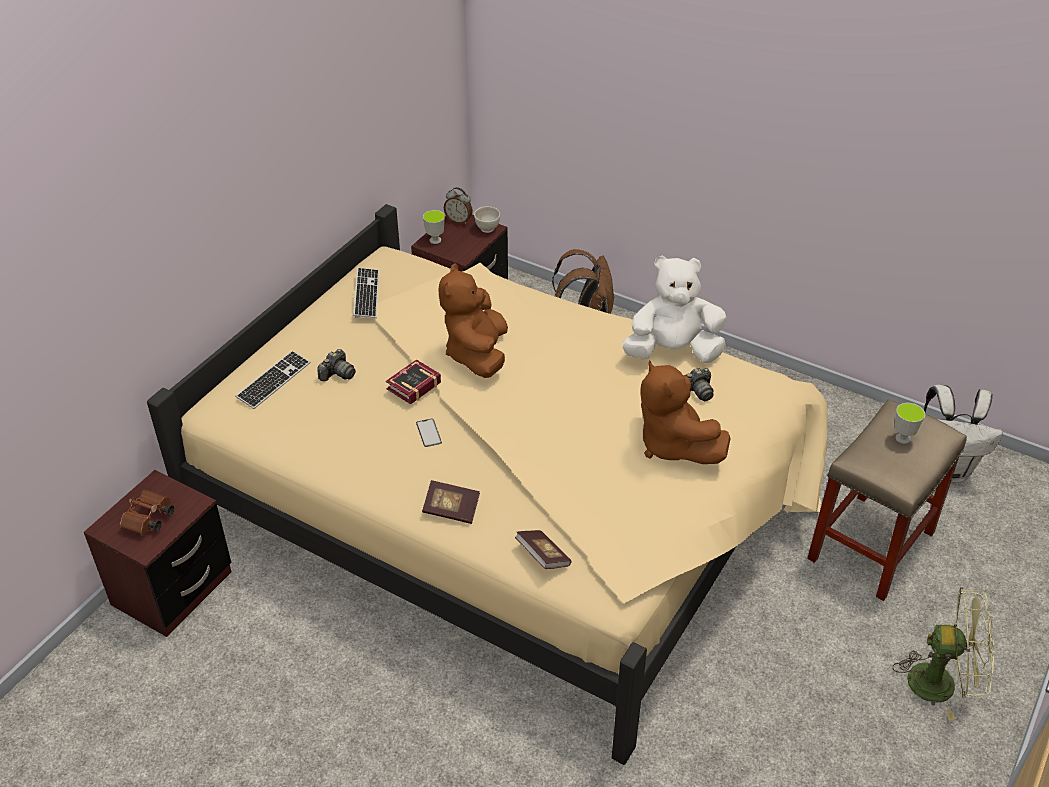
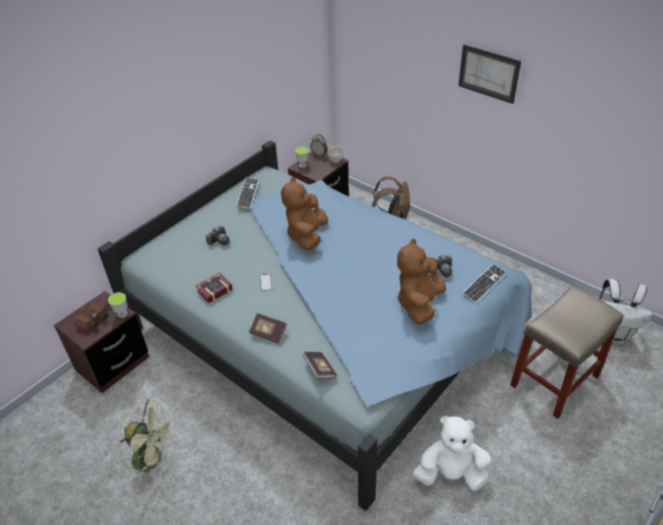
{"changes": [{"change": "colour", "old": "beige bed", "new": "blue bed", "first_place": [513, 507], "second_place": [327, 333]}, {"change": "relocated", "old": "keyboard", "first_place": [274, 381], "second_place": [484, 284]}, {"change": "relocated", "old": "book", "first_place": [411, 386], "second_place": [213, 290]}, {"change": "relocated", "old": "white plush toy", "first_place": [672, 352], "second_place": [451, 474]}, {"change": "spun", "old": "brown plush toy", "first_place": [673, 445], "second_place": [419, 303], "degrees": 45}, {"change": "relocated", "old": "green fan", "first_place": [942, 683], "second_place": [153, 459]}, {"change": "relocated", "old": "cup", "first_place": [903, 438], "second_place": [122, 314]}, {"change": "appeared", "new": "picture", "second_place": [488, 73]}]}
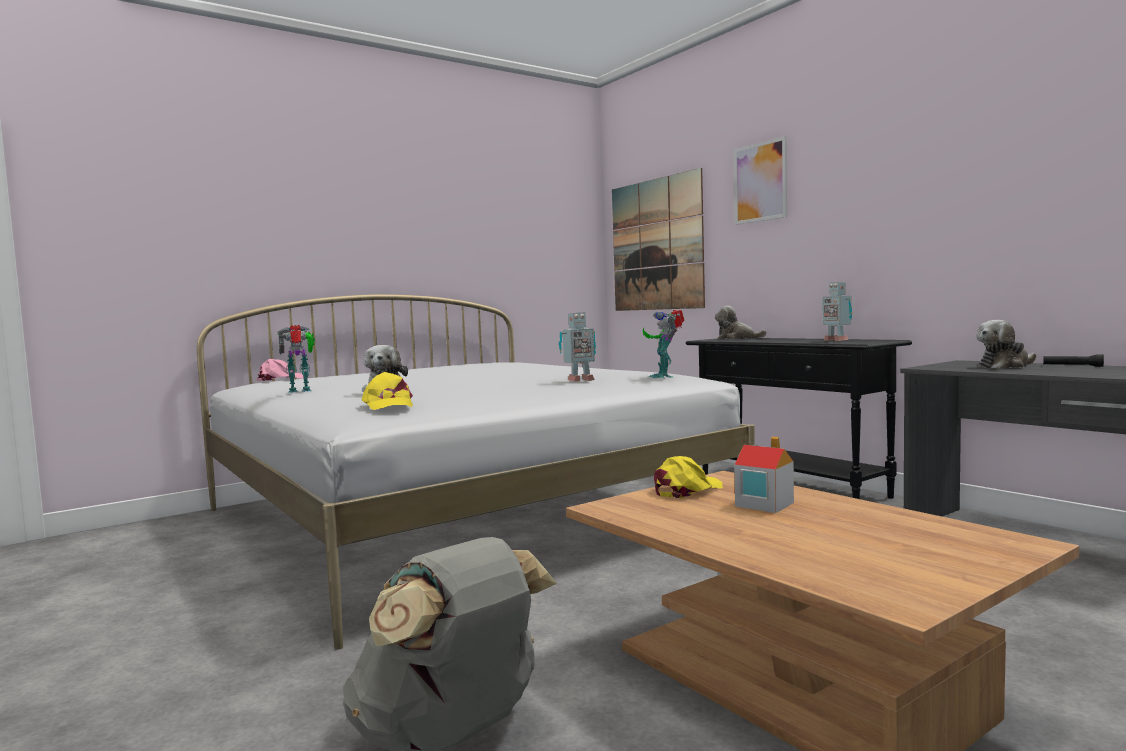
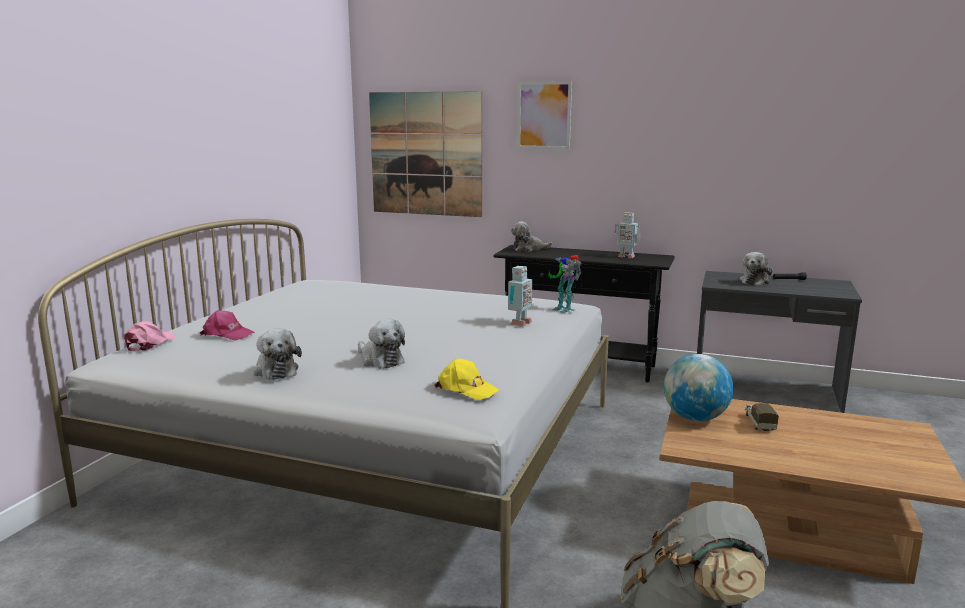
{"changes": [{"change": "exchanged", "old": "toy robot", "new": "plush toy", "first_place": [301, 391], "second_place": [276, 370]}, {"change": "exchanged", "old": "yellow cap", "new": "globe", "first_place": [687, 490], "second_place": [695, 418]}, {"change": "exchanged", "old": "toy house", "new": "toy truck", "first_place": [763, 504], "second_place": [759, 423]}, {"change": "appeared", "new": "pink cap", "second_place": [227, 334]}]}
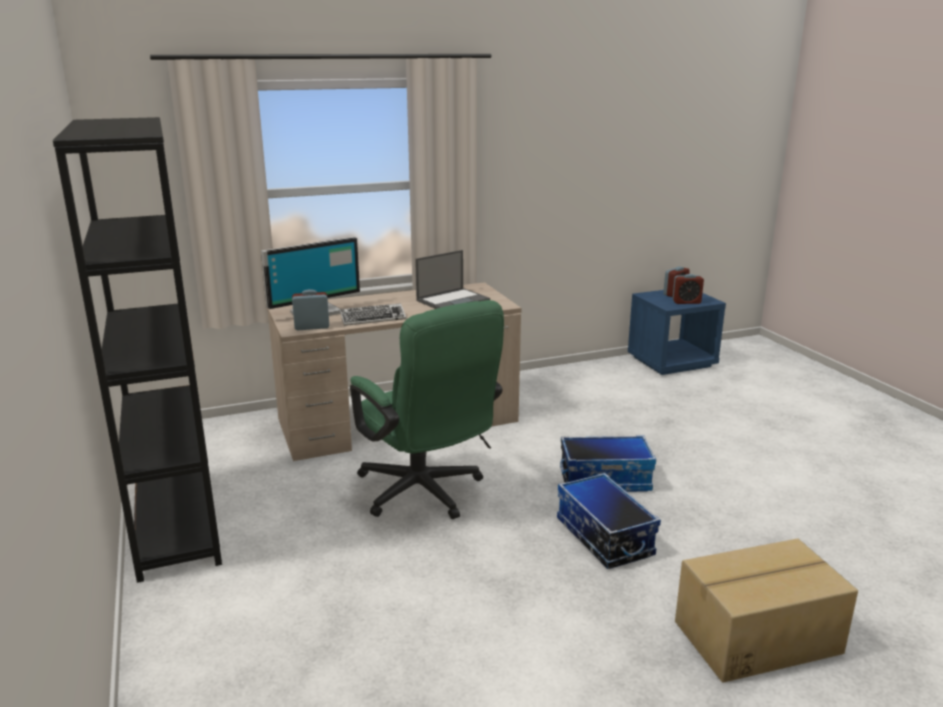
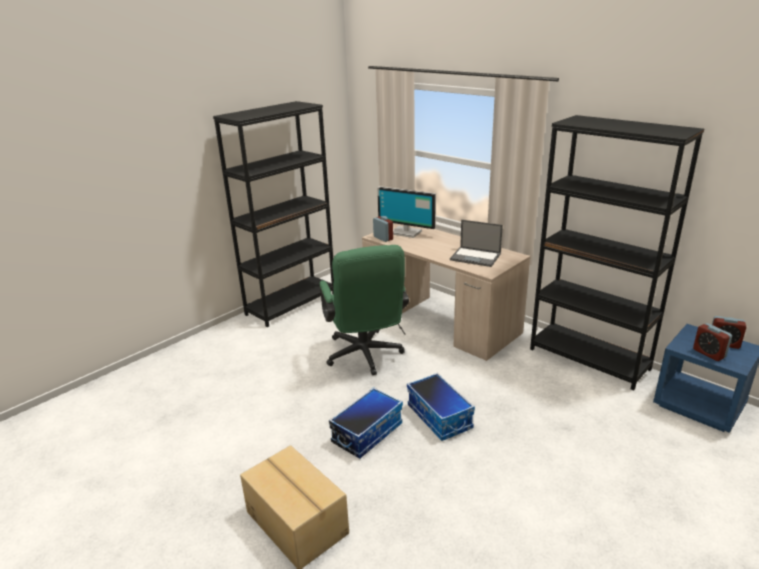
{"changes": [{"change": "missing", "old": "keyboard", "first_place": [373, 319]}, {"change": "spun", "old": "green office chair", "first_place": [426, 494], "second_place": [365, 357], "degrees": -45}, {"change": "appeared", "new": "black bookcase", "second_place": [589, 359]}]}
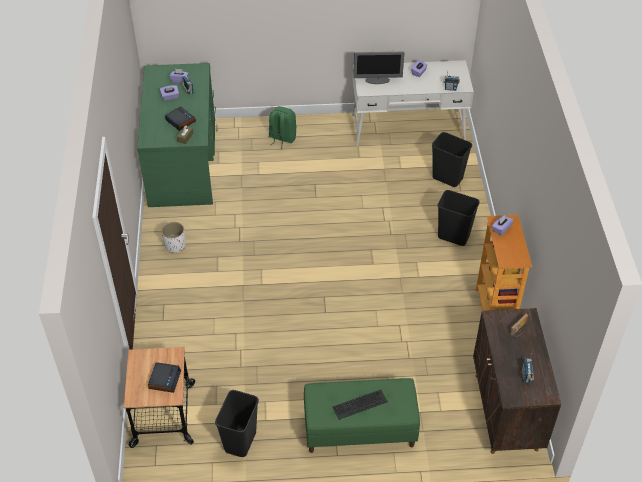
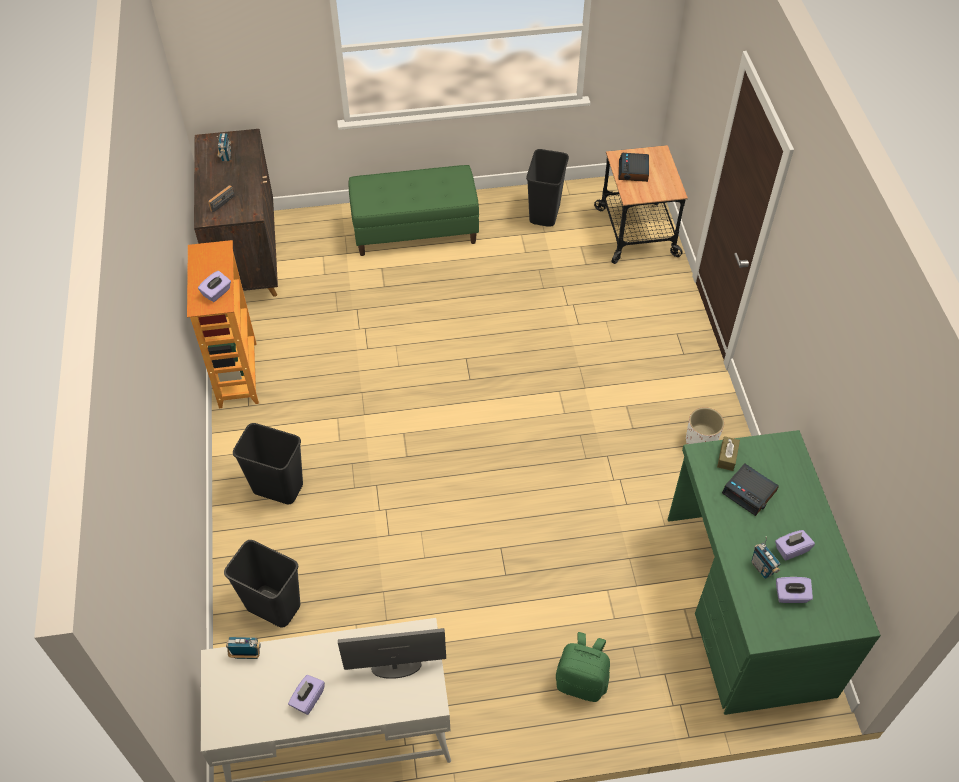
{"changes": [{"change": "missing", "old": "keyboard", "first_place": [360, 405]}]}
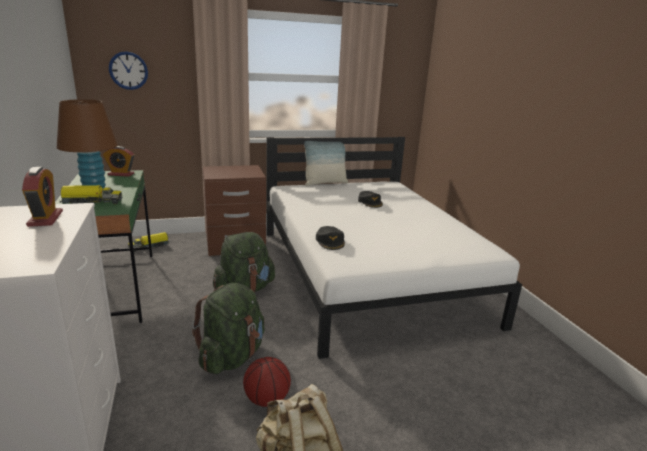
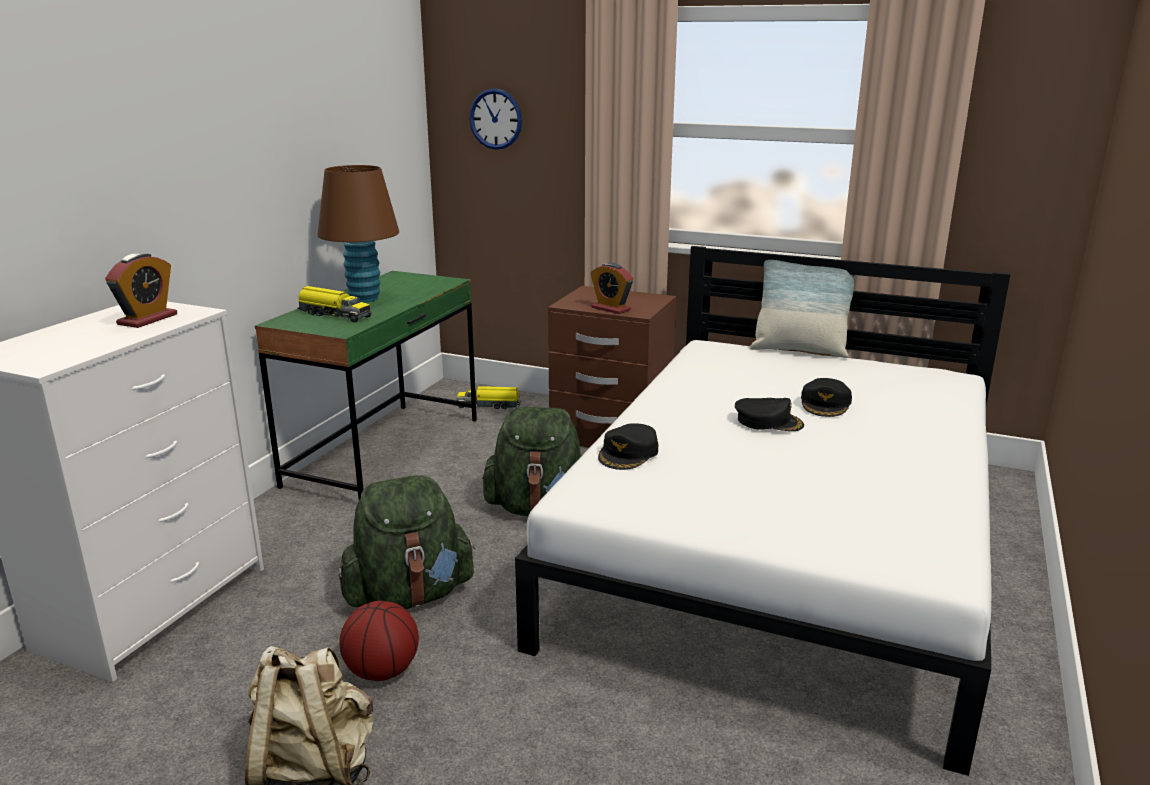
{"changes": [{"change": "relocated", "old": "alarm clock", "first_place": [121, 174], "second_place": [611, 308]}, {"change": "appeared", "new": "black cap", "second_place": [768, 421]}]}
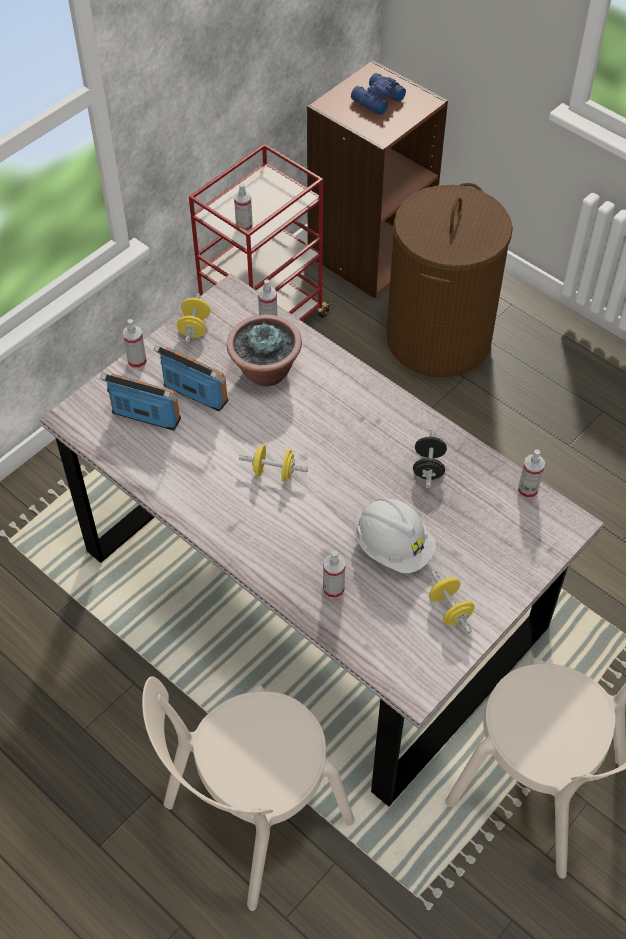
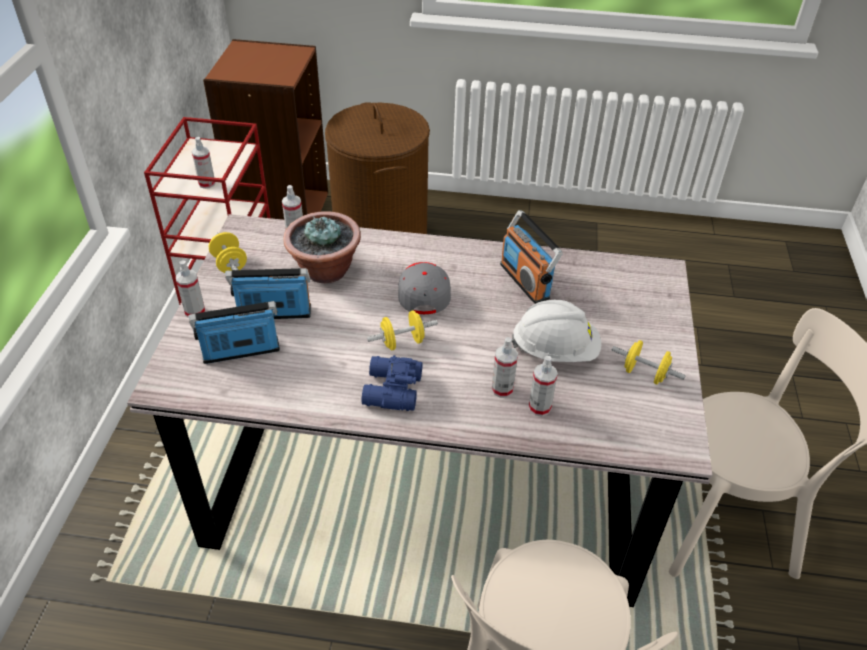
{"changes": [{"change": "relocated", "old": "blue binoculars", "first_place": [376, 100], "second_place": [390, 391]}, {"change": "exchanged", "old": "black dumbbell", "new": "radio", "first_place": [428, 467], "second_place": [525, 281]}, {"change": "relocated", "old": "spray bottle", "first_place": [527, 490], "second_place": [502, 389]}, {"change": "appeared", "new": "grey cap", "second_place": [423, 291]}]}
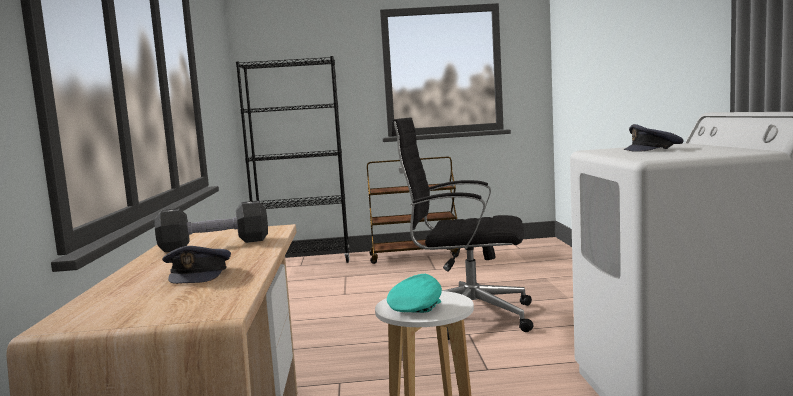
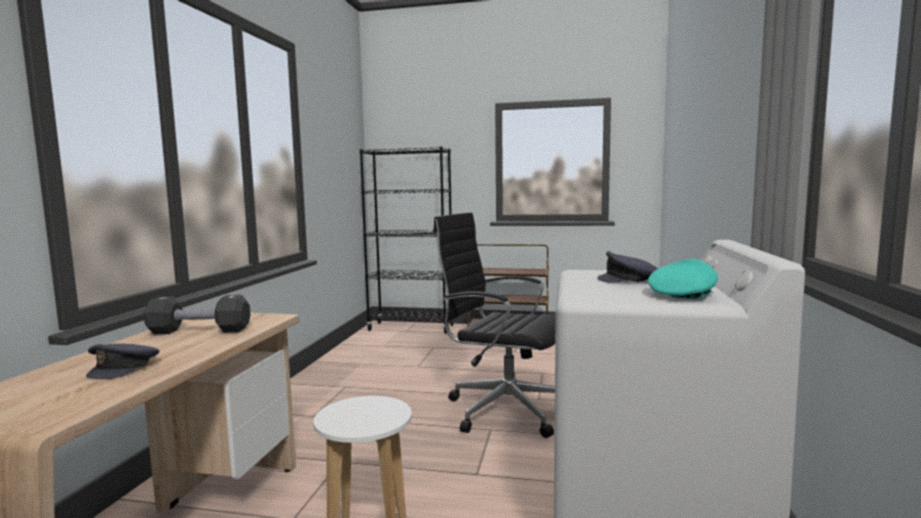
{"changes": [{"change": "relocated", "old": "turquoise cap", "first_place": [415, 307], "second_place": [682, 295]}]}
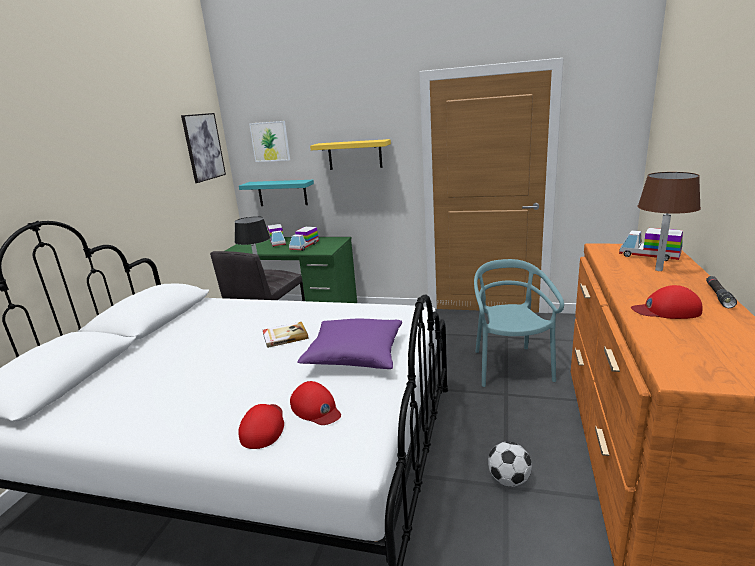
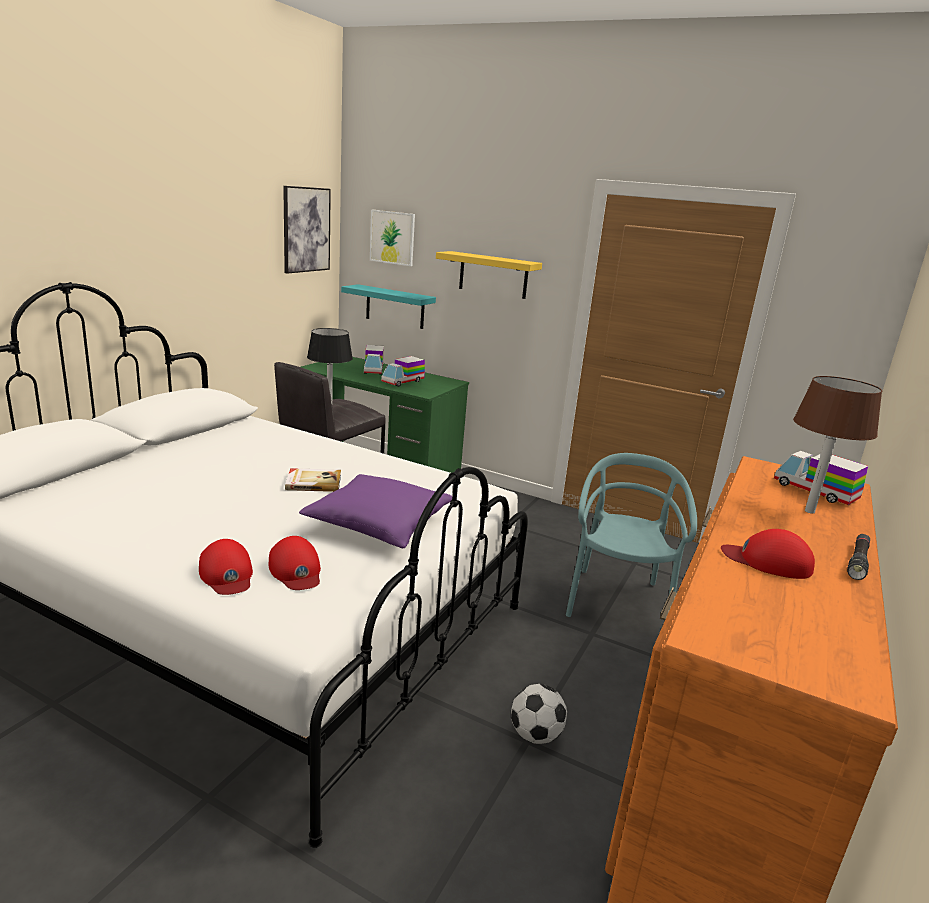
{"changes": [{"change": "spun", "old": "red cap", "first_place": [263, 427], "second_place": [227, 574], "degrees": 135}]}
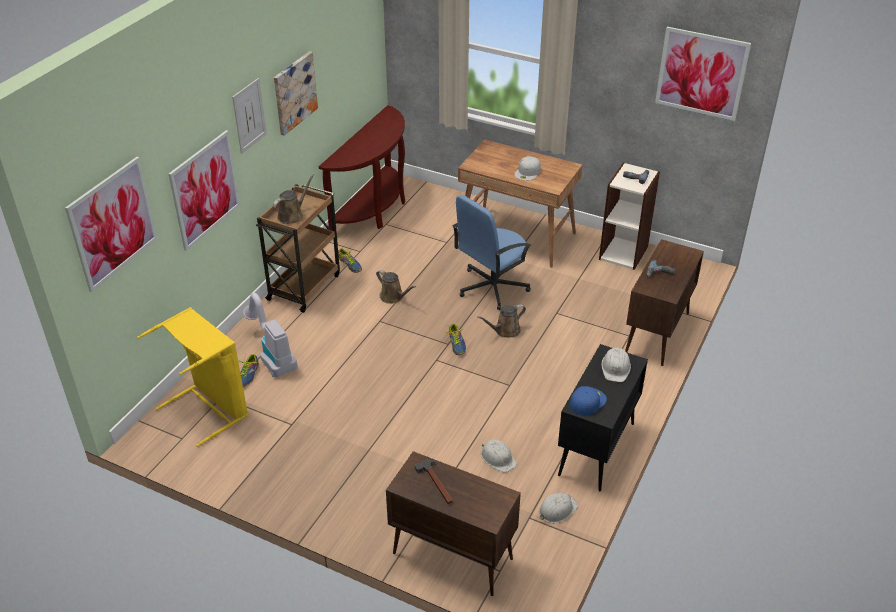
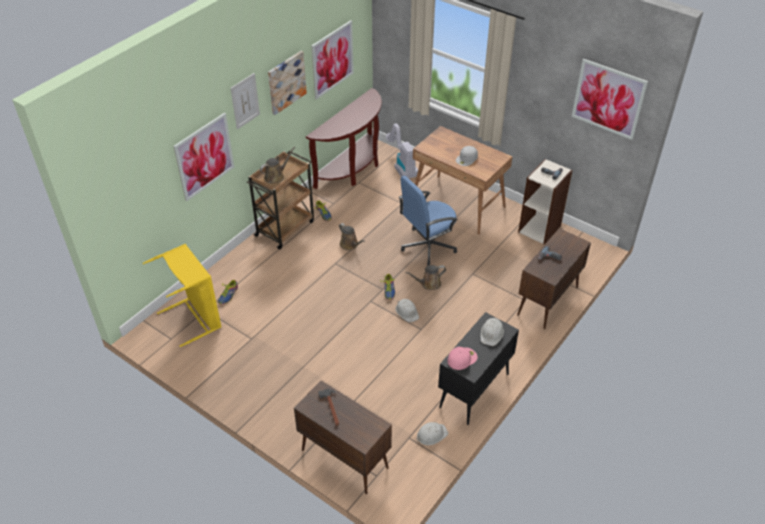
{"changes": [{"change": "relocated", "old": "picture", "first_place": [113, 223], "second_place": [332, 59]}, {"change": "relocated", "old": "vacuum cleaner", "first_place": [272, 355], "second_place": [401, 166]}, {"change": "relocated", "old": "white hard hat", "first_place": [498, 458], "second_place": [407, 312]}, {"change": "colour", "old": "blue cap", "new": "pink cap", "first_place": [587, 401], "second_place": [462, 358]}]}
